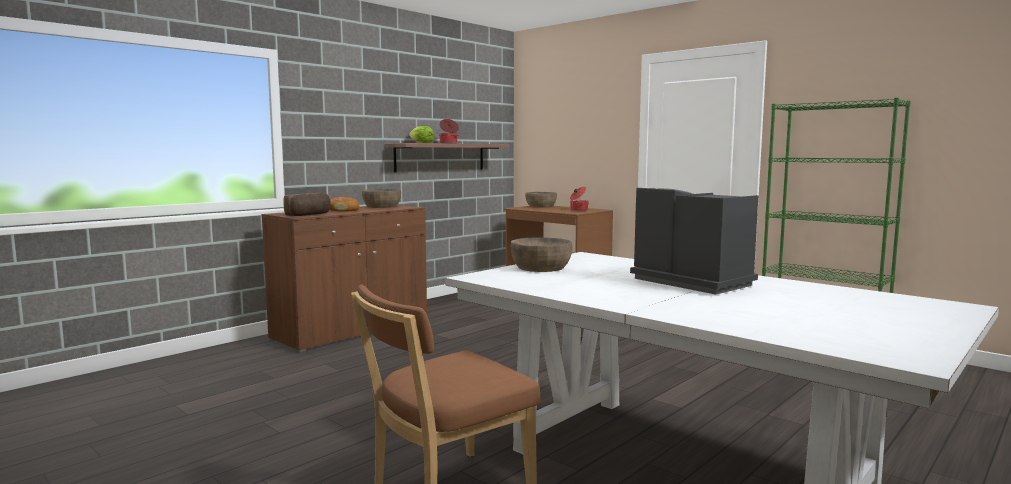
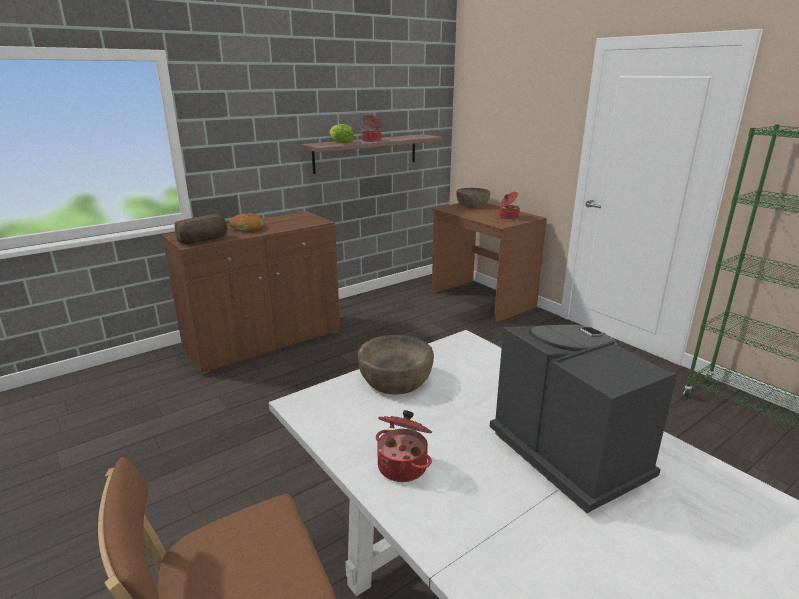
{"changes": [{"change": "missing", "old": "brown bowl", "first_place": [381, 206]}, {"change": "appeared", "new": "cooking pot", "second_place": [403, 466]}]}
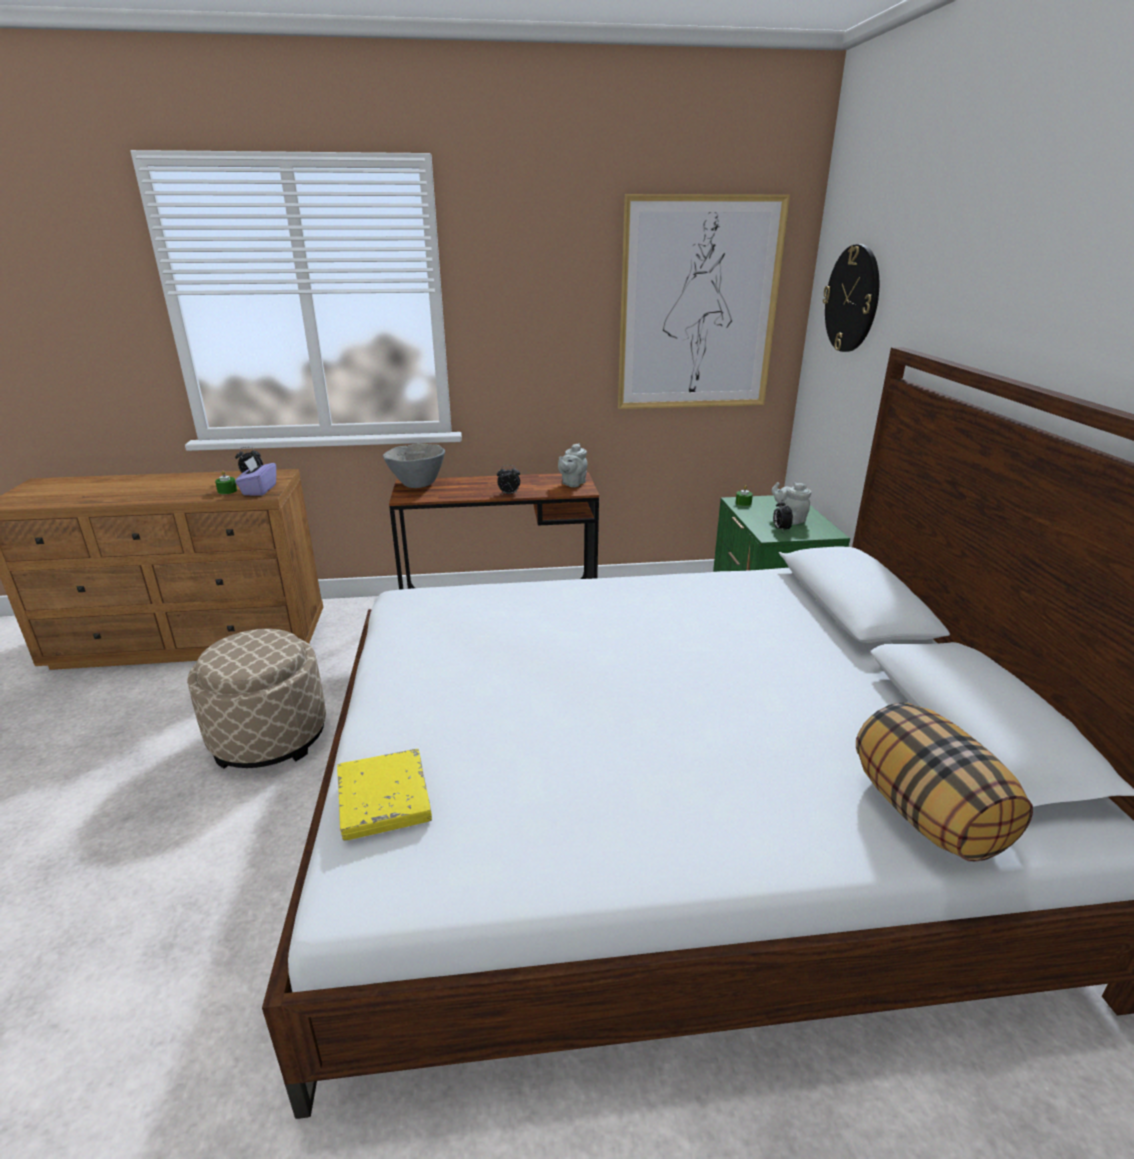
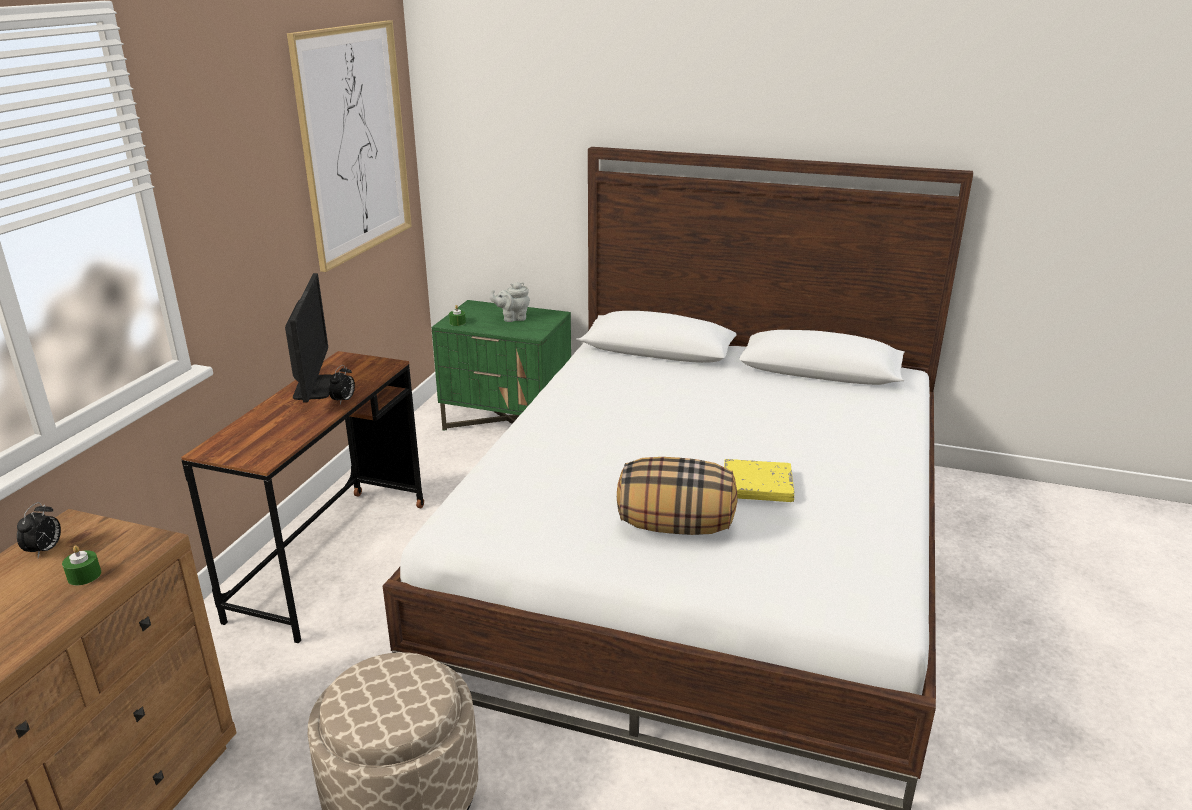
{"changes": [{"change": "missing", "old": "purple tissue box", "first_place": [259, 490]}, {"change": "relocated", "old": "yellow book", "first_place": [383, 799], "second_place": [757, 486]}, {"change": "missing", "old": "grey bowl", "first_place": [417, 485]}, {"change": "missing", "old": "grey teapot", "first_place": [572, 483]}, {"change": "missing", "old": "alarm clock", "first_place": [780, 529]}, {"change": "missing", "old": "wall clock", "first_place": [852, 299]}, {"change": "relocated", "old": "pillow", "first_place": [927, 815], "second_place": [675, 526]}, {"change": "appeared", "new": "monitor", "second_place": [314, 387]}]}
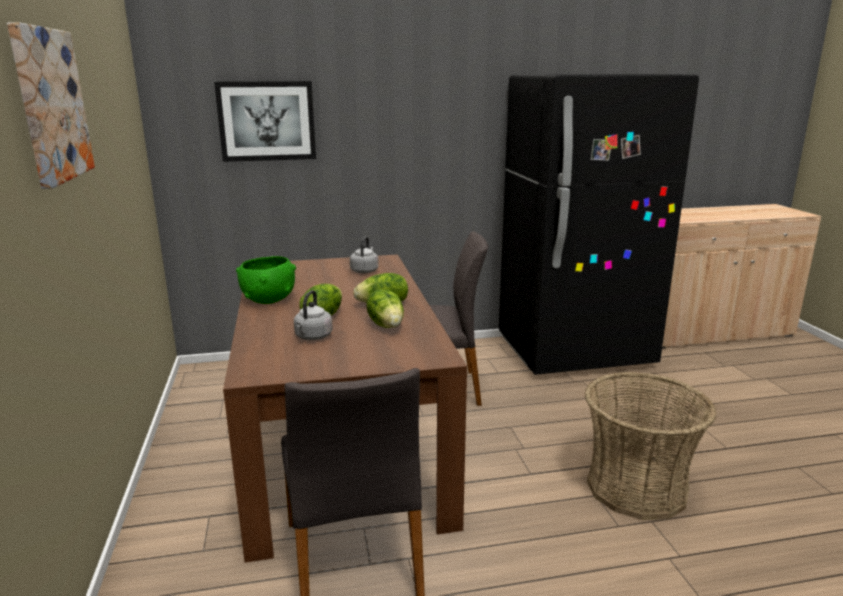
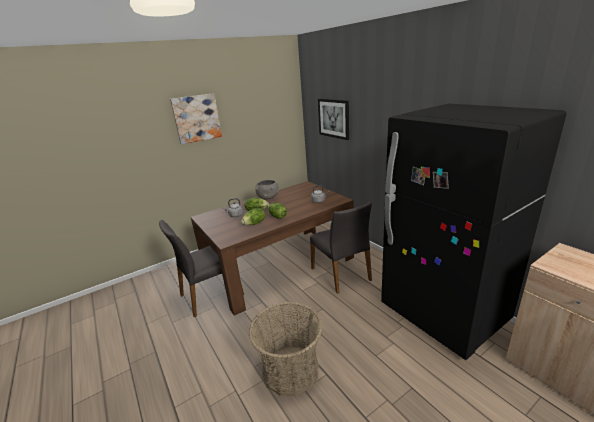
{"changes": [{"change": "colour", "old": "green bowl", "new": "grey bowl", "first_place": [268, 300], "second_place": [268, 197]}]}
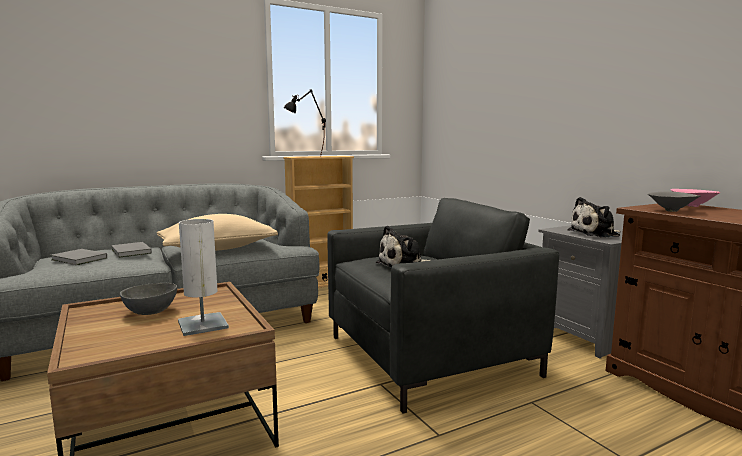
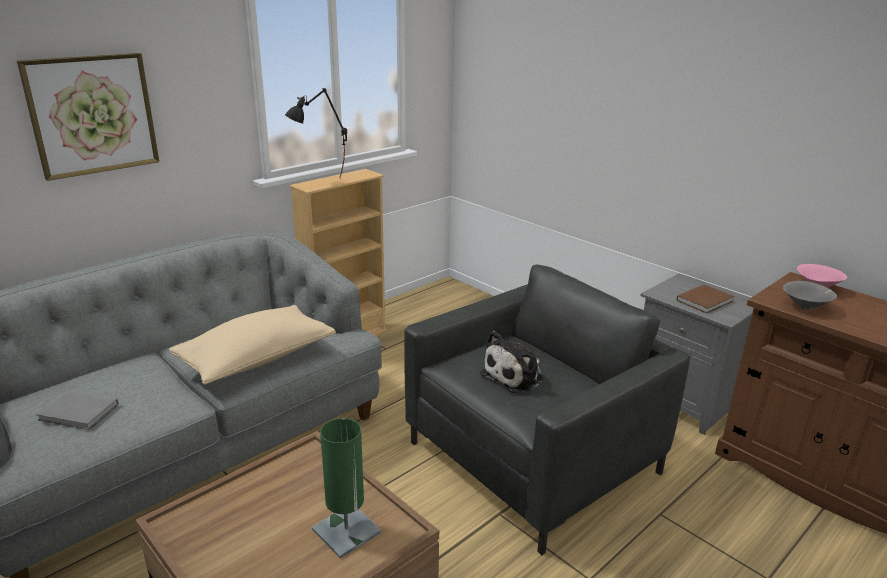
{"changes": [{"change": "missing", "old": "grey book", "first_place": [130, 252]}, {"change": "missing", "old": "grey bowl", "first_place": [151, 312]}, {"change": "colour", "old": "white table lamp", "new": "green table lamp", "first_place": [202, 325], "second_place": [346, 531]}, {"change": "exchanged", "old": "plush toy", "new": "brown book", "first_place": [596, 234], "second_place": [706, 301]}, {"change": "appeared", "new": "picture", "second_place": [92, 115]}]}
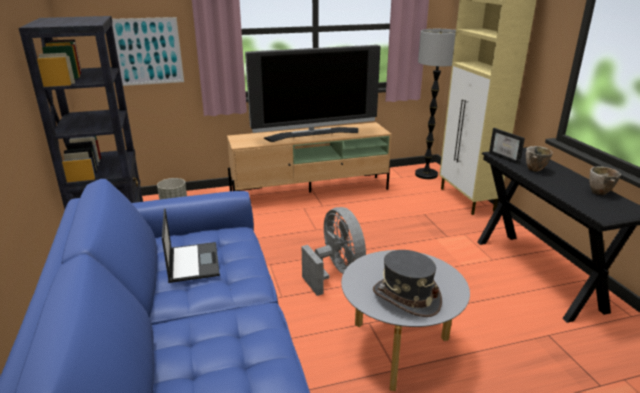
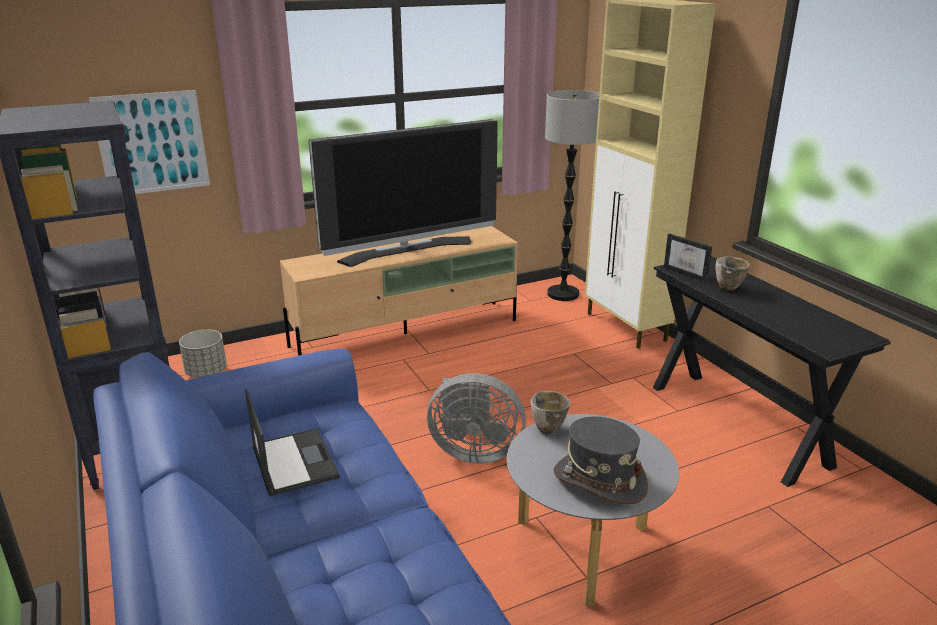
{"changes": [{"change": "spun", "old": "grey fan", "first_place": [336, 273], "second_place": [474, 451], "degrees": 135}, {"change": "relocated", "old": "bowl", "first_place": [599, 193], "second_place": [548, 430]}]}
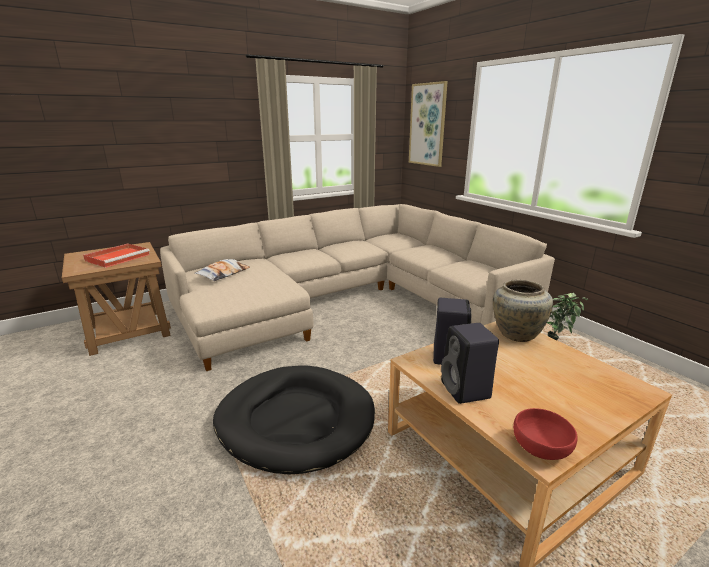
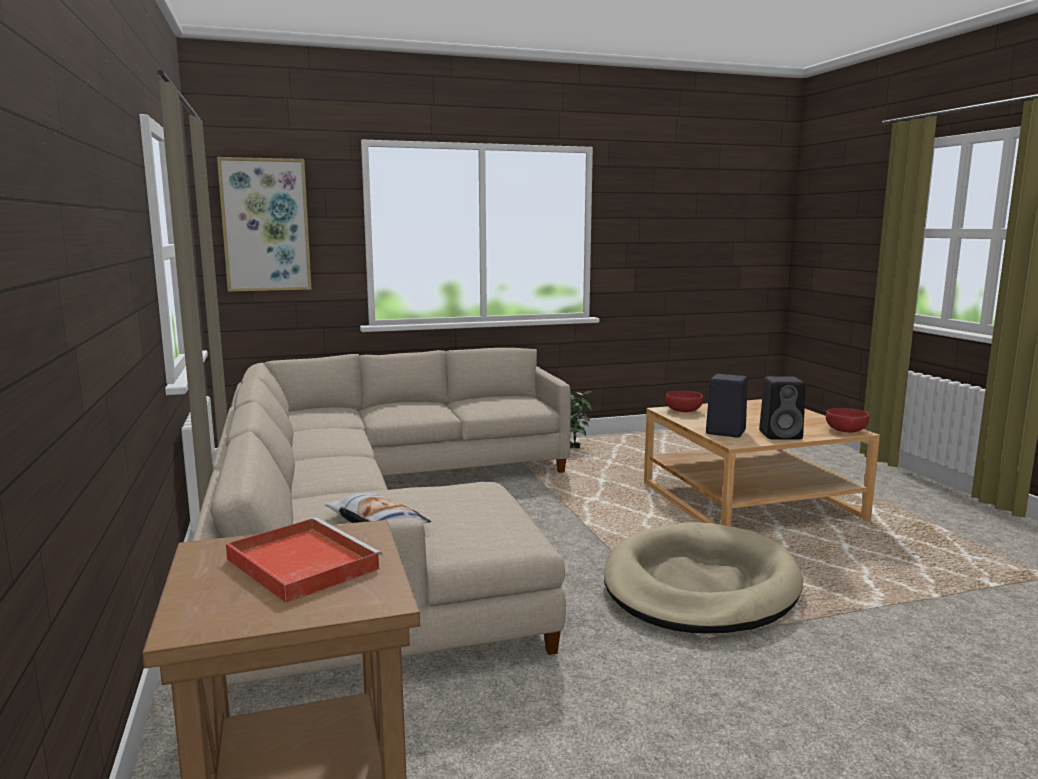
{"changes": [{"change": "colour", "old": "black dog bed", "new": "beige dog bed", "first_place": [295, 420], "second_place": [700, 586]}, {"change": "exchanged", "old": "beige vase", "new": "red bowl", "first_place": [516, 333], "second_place": [683, 410]}]}
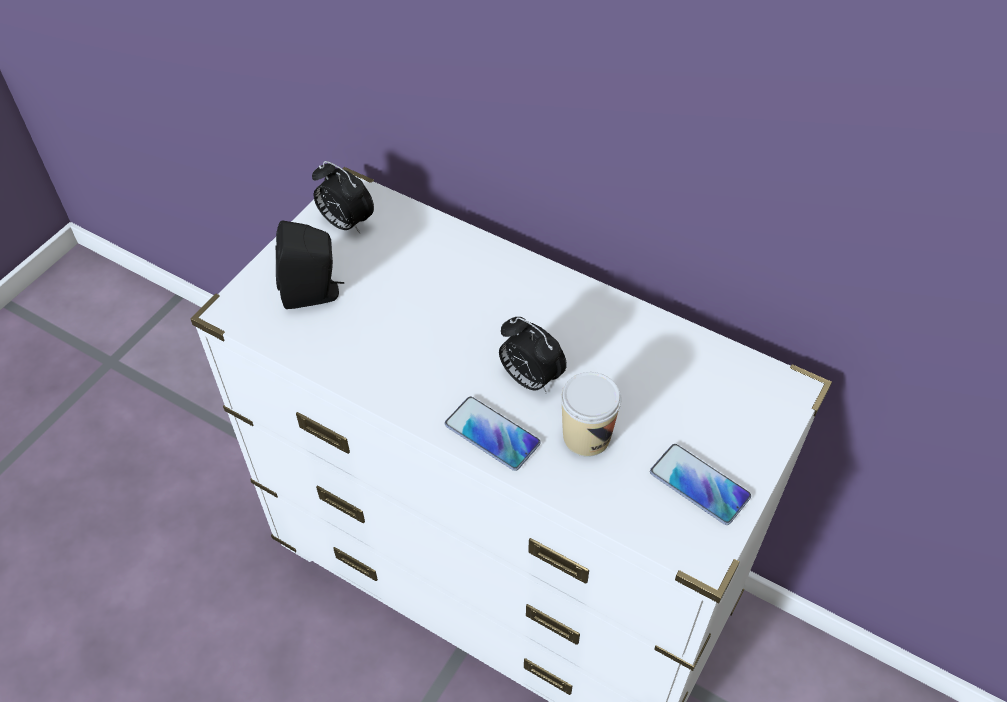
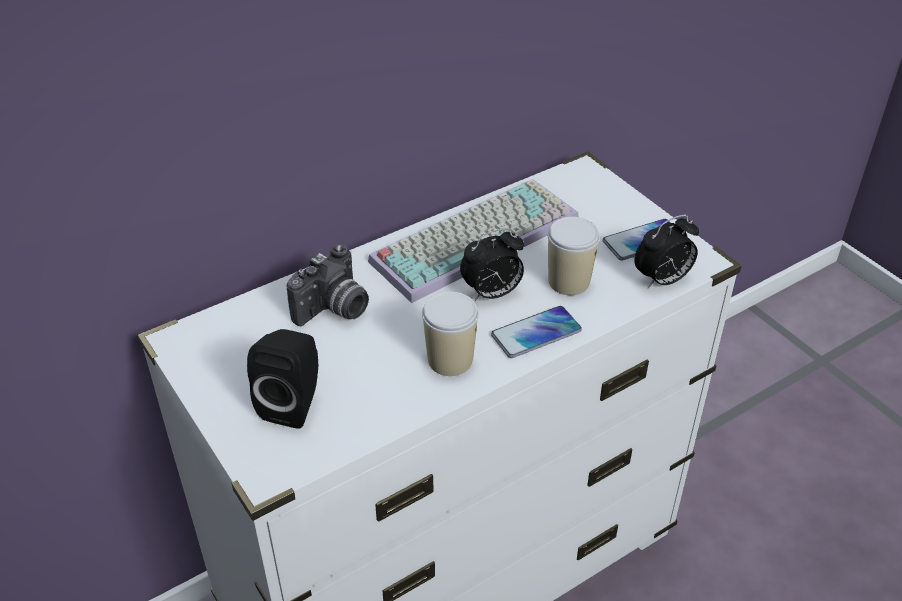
{"changes": [{"change": "relocated", "old": "alarm clock", "first_place": [345, 223], "second_place": [662, 280]}, {"change": "appeared", "new": "photo camera", "second_place": [334, 310]}, {"change": "appeared", "new": "keyboard", "second_place": [475, 237]}, {"change": "appeared", "new": "cup", "second_place": [450, 360]}]}
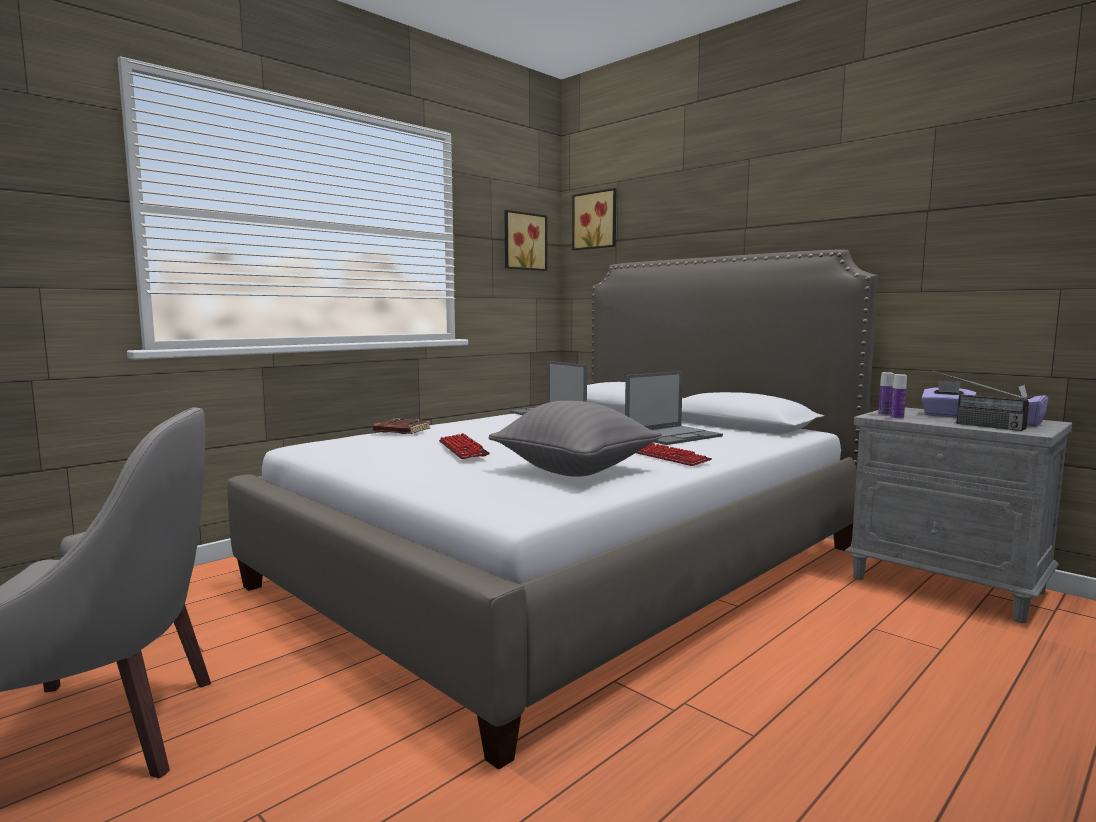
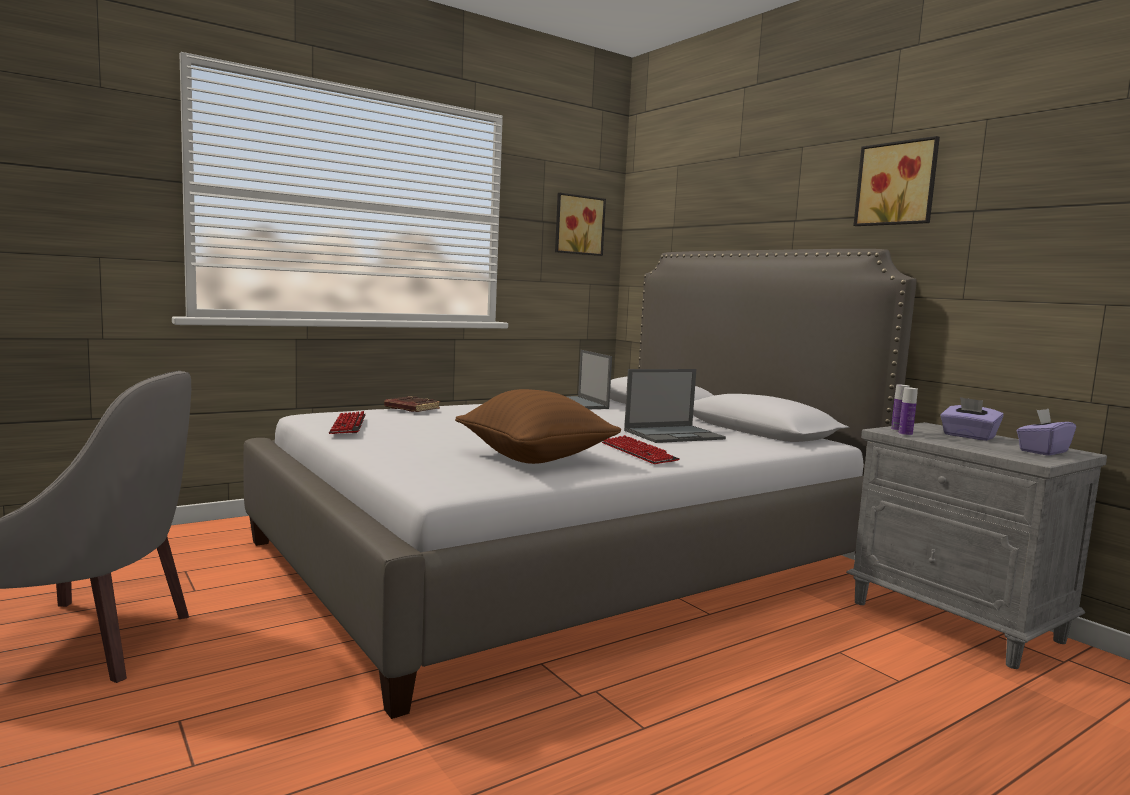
{"changes": [{"change": "relocated", "old": "keyboard", "first_place": [463, 449], "second_place": [348, 425]}, {"change": "colour", "old": "grey pillow", "new": "brown pillow", "first_place": [575, 471], "second_place": [535, 458]}, {"change": "relocated", "old": "picture", "first_place": [596, 220], "second_place": [897, 184]}, {"change": "missing", "old": "radio", "first_place": [972, 424]}]}
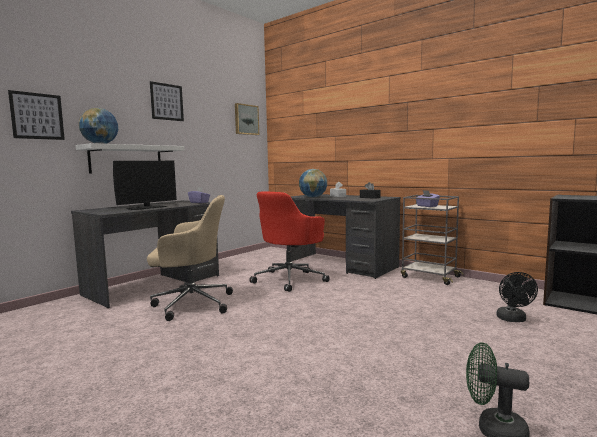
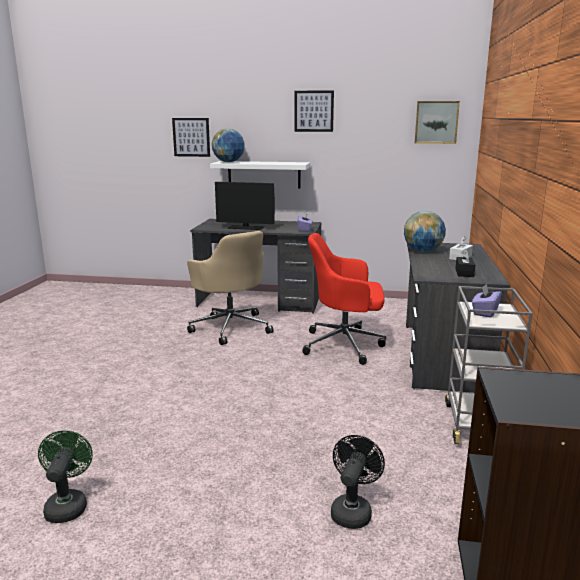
{"changes": [{"change": "spun", "old": "black fan", "first_place": [513, 319], "second_place": [352, 510], "degrees": 135}]}
